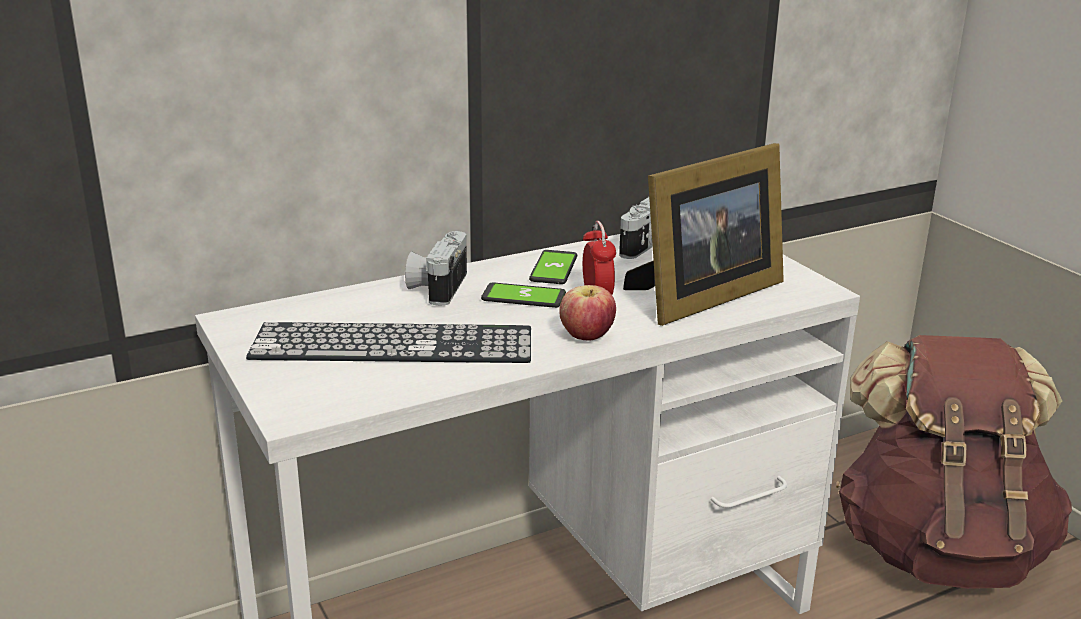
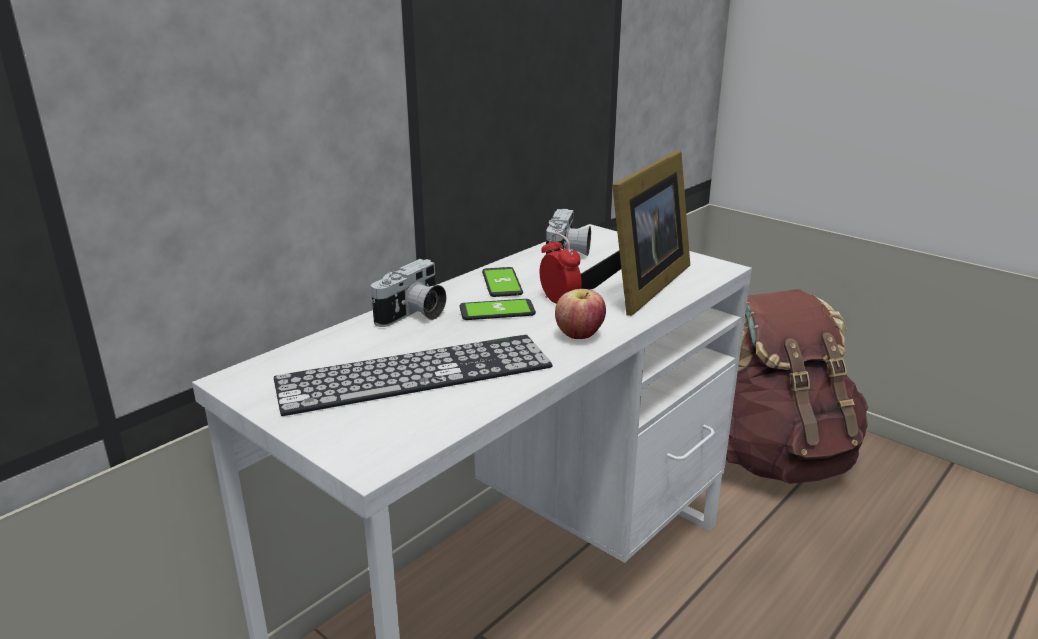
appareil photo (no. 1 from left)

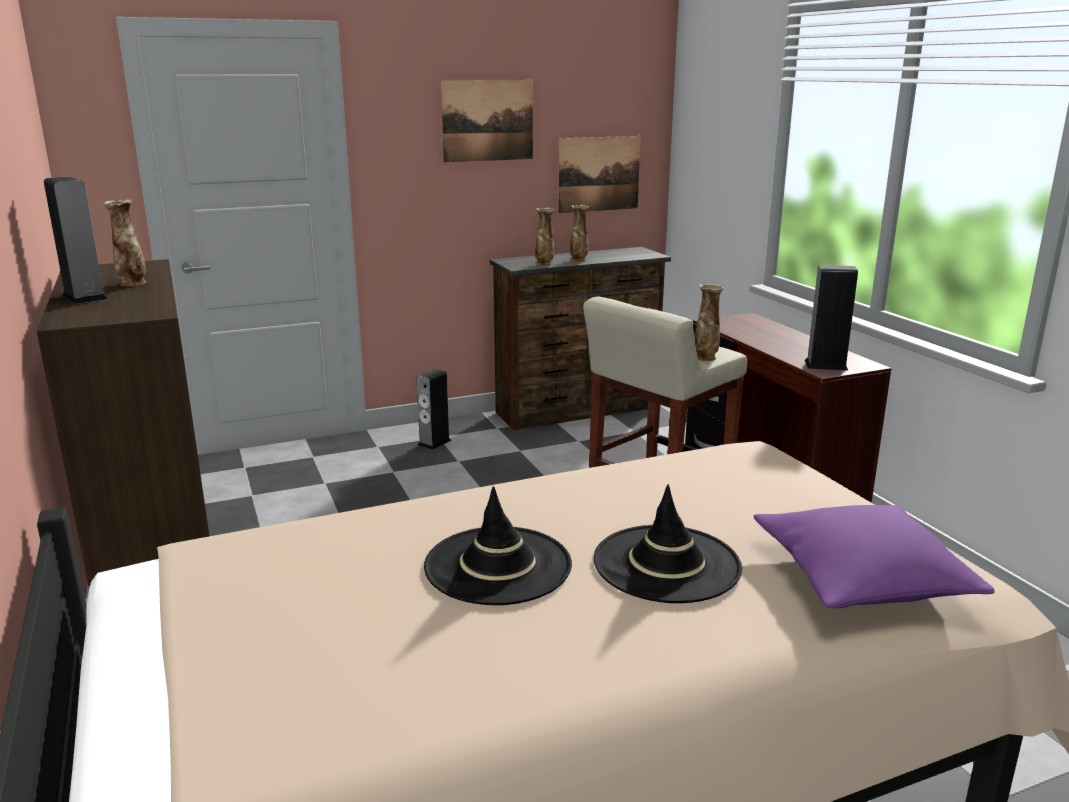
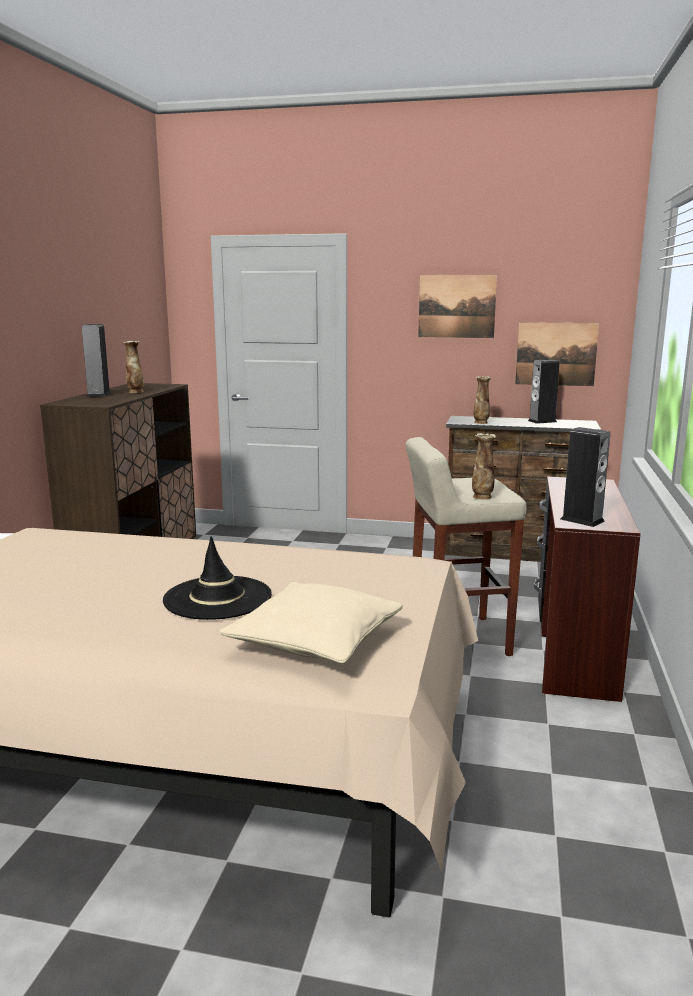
coussin (beige)
enceinte (no. 2 from left)
chapeau (noir) (no. 1 from left in the first image)
vase (no. 3 from left in the first image)

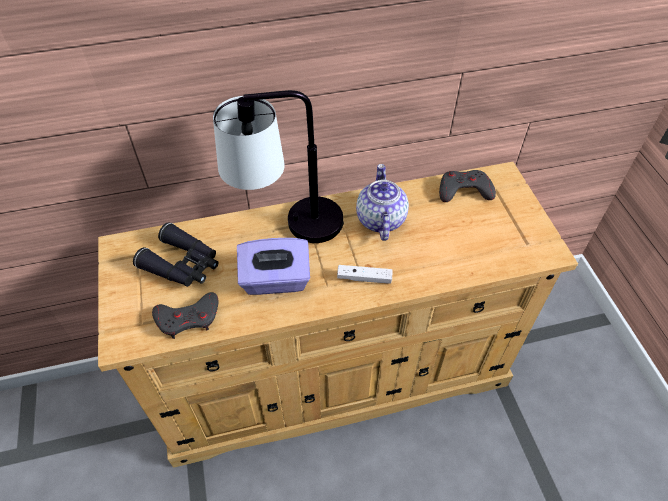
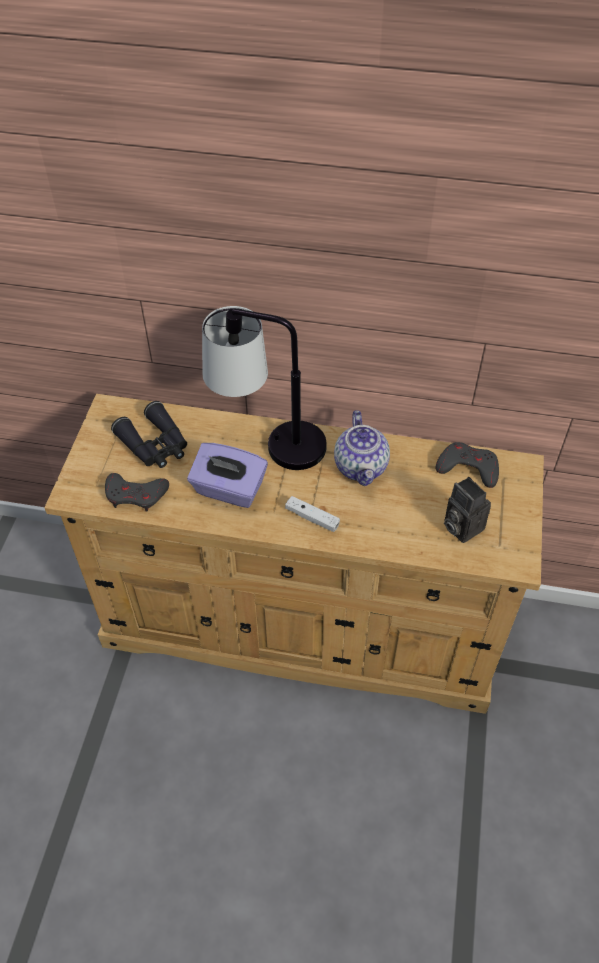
théière
appareil photo

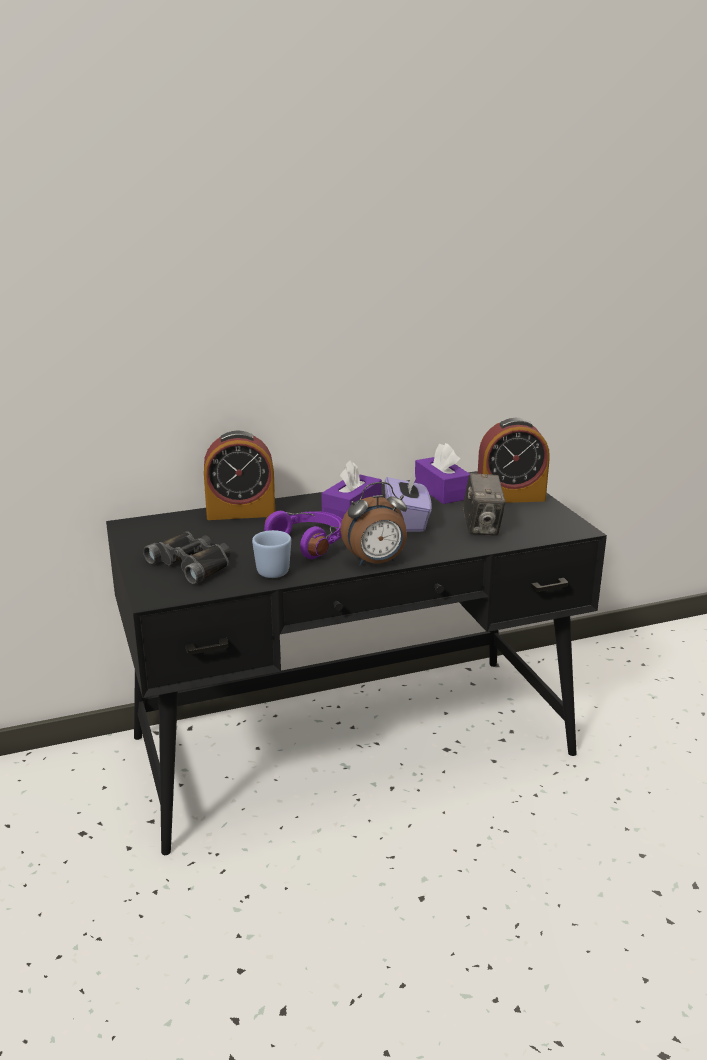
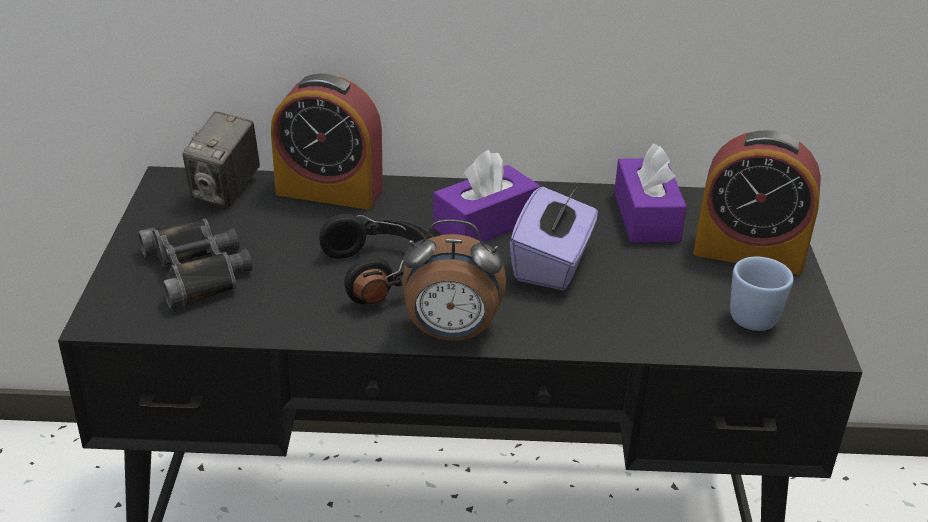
appareil photo
casque audio (noir)
mug (bleu)

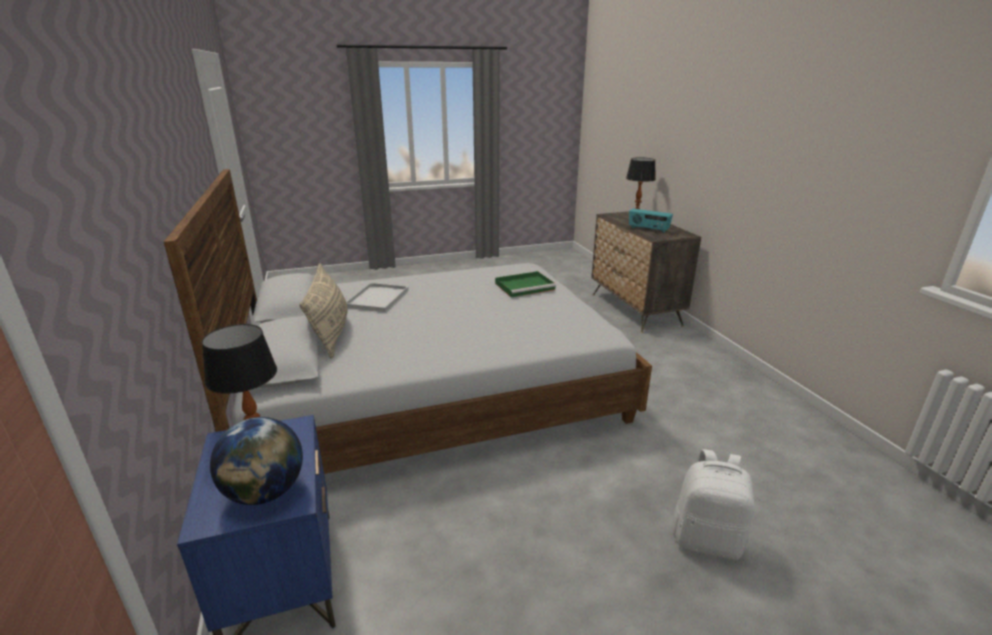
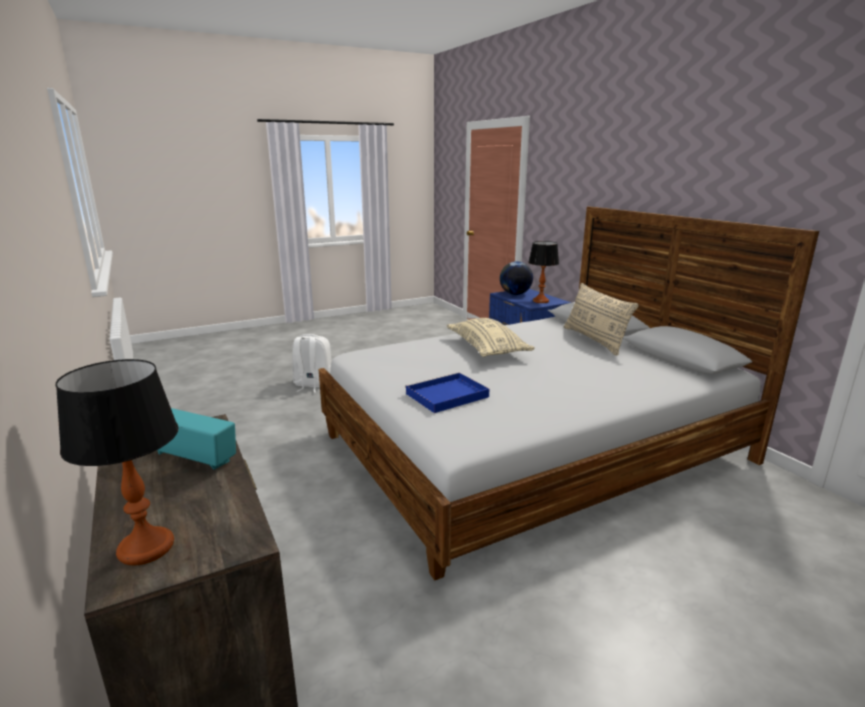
plateau (bleu)
coussin (beige) (no. 1 from left)
plateau (blanc)

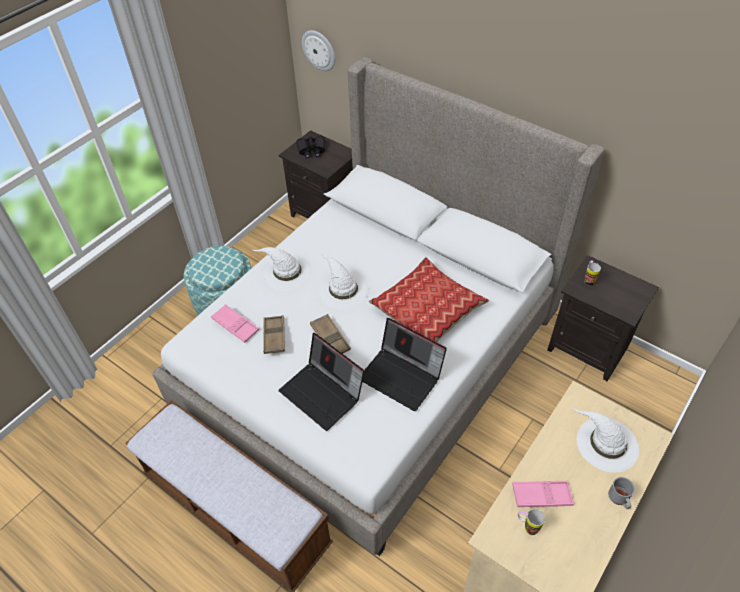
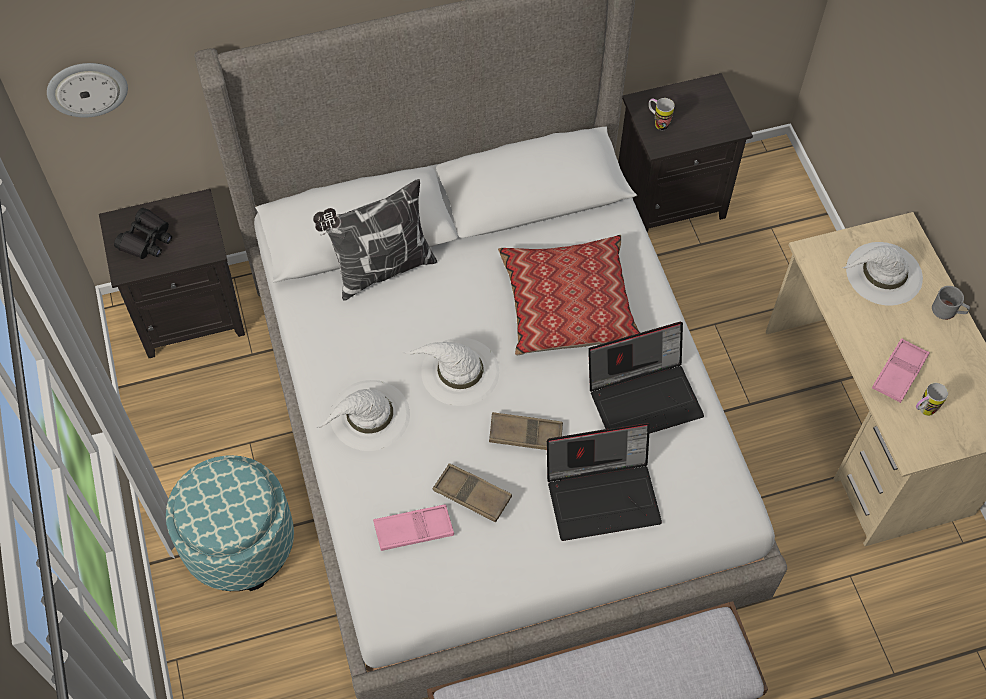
coussin (no. 1 from left)

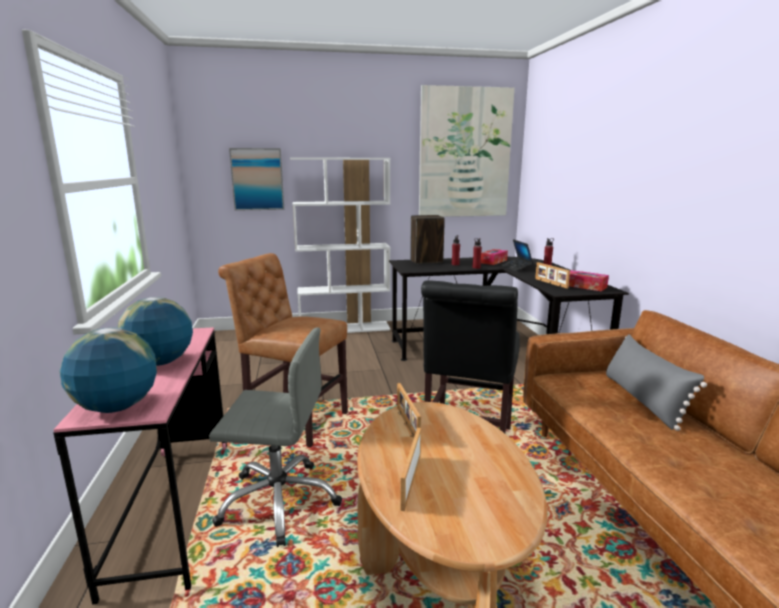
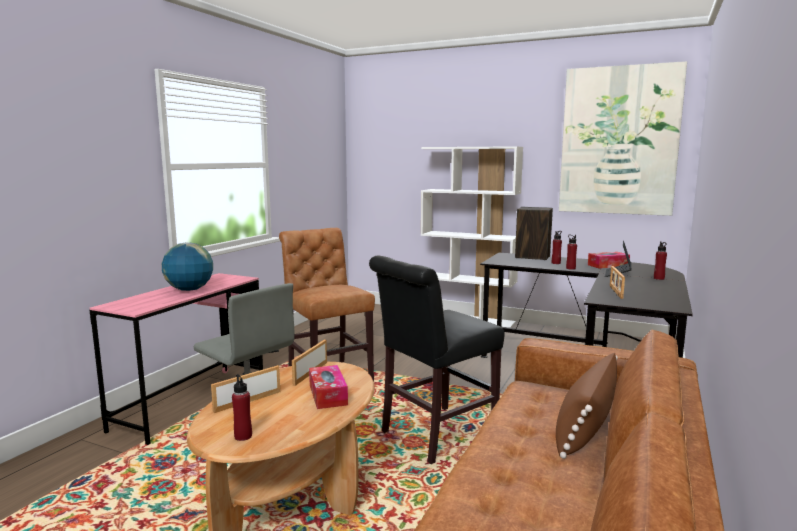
bouteille (rouge) (no. 1 from left)
boîte à mouchoirs (no. 1 from left)
coussin (marron)
globe (no. 1 from left in the first image)
tableau (no. 1 from left in the first image)

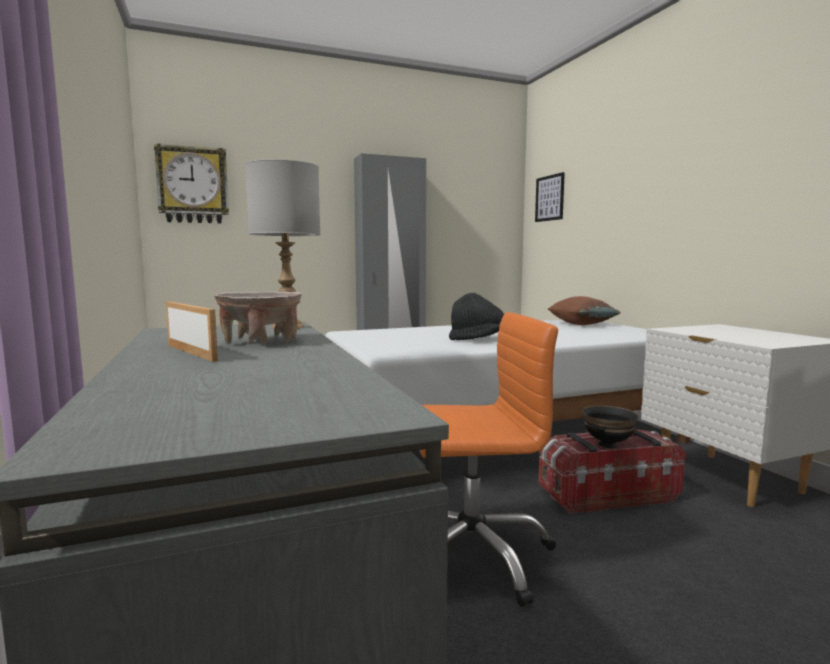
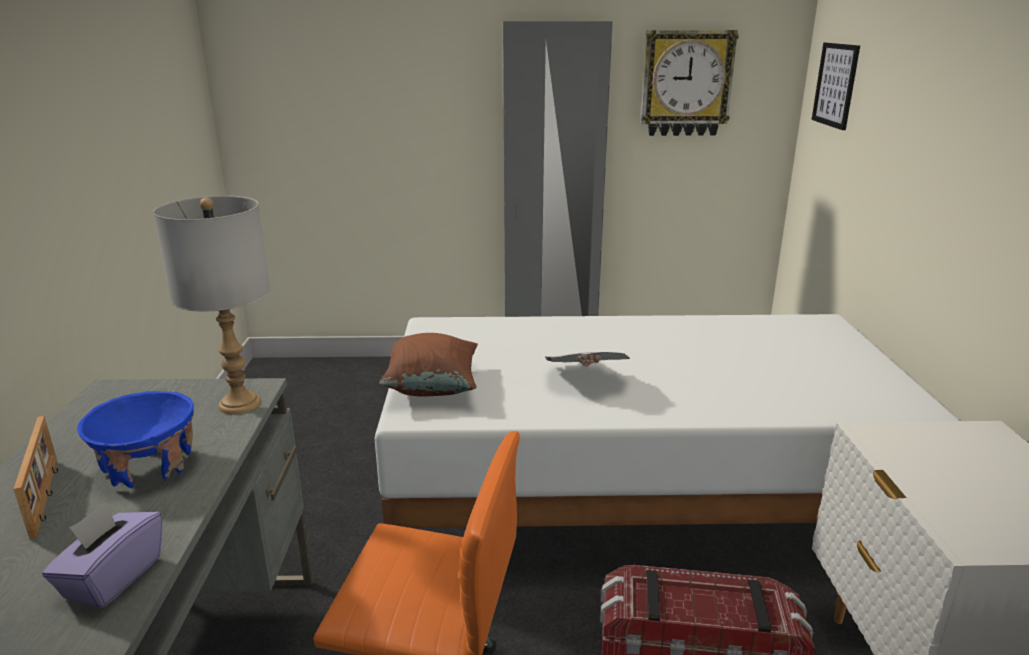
boîte à mouchoirs (violet)
bol (bleu)
coussin (marron)
journal
horloge murale
bol (noir)

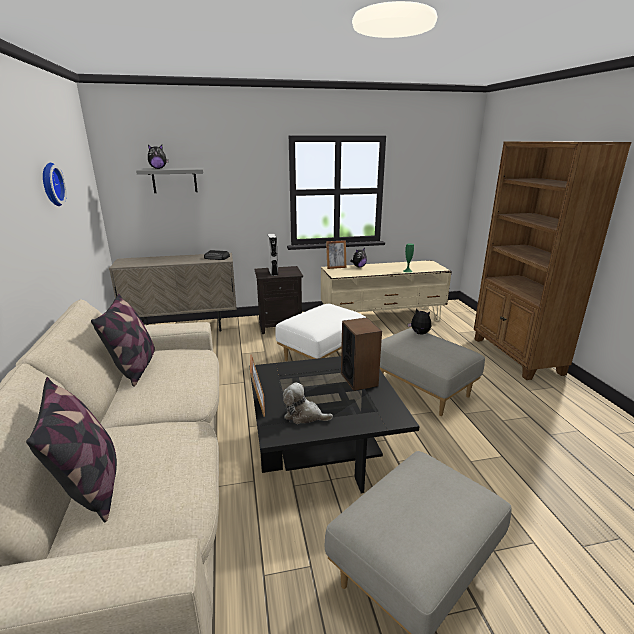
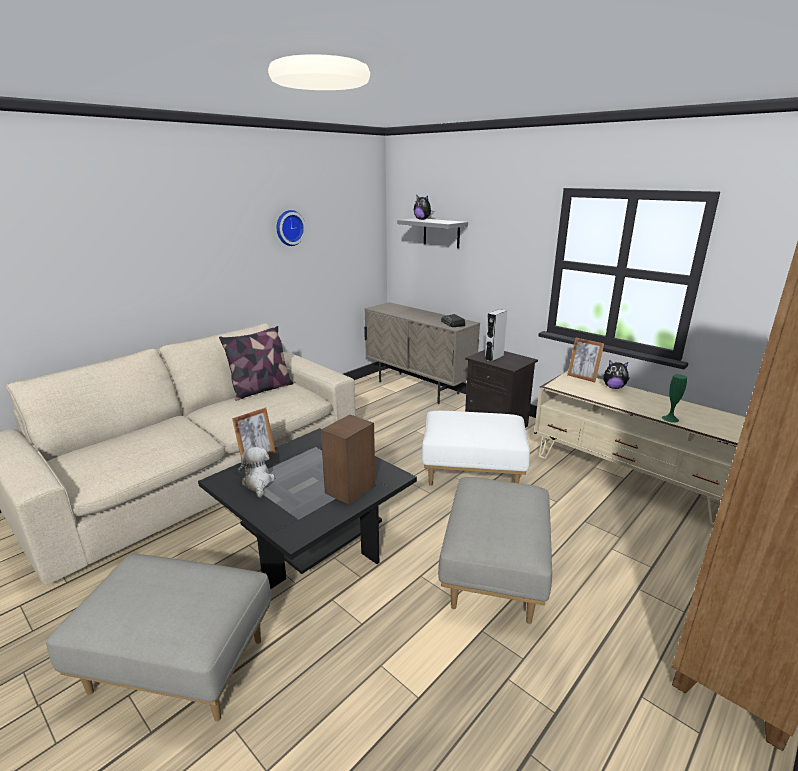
coussin (no. 1 from left in the first image)
peluche (no. 4 from left in the first image)

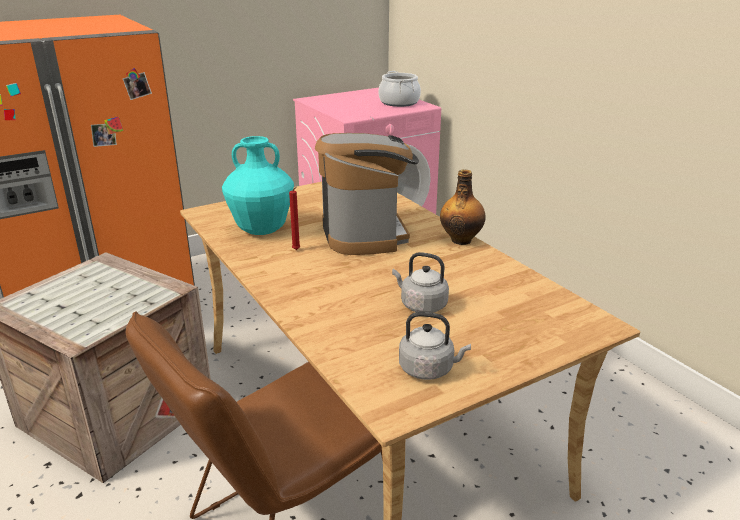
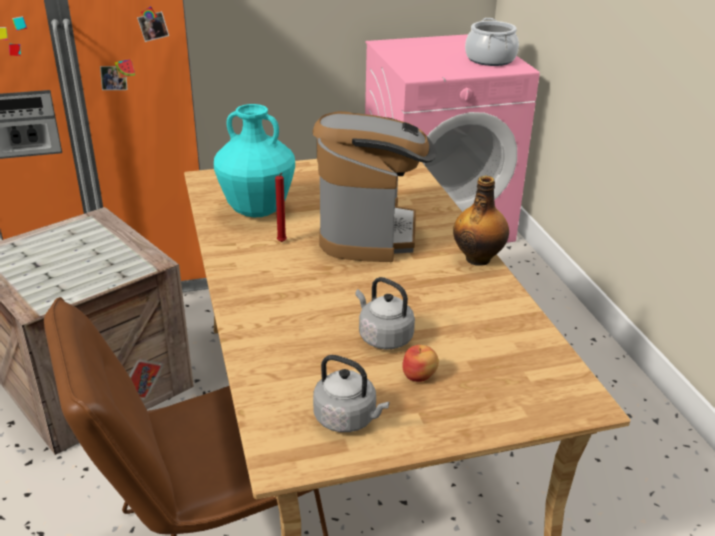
pomme

